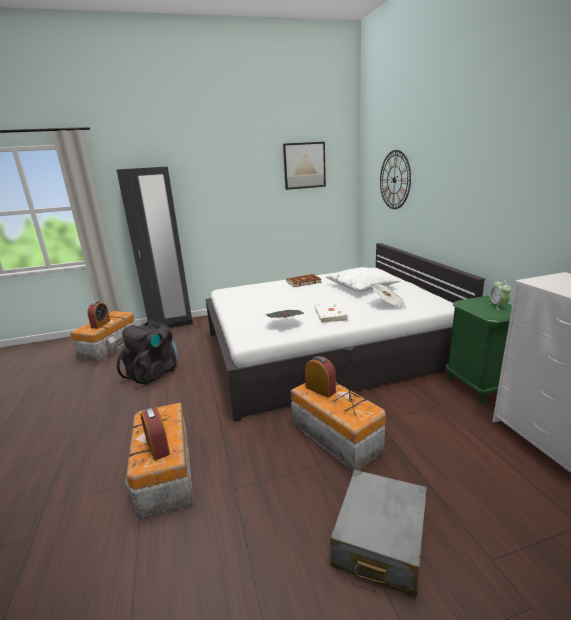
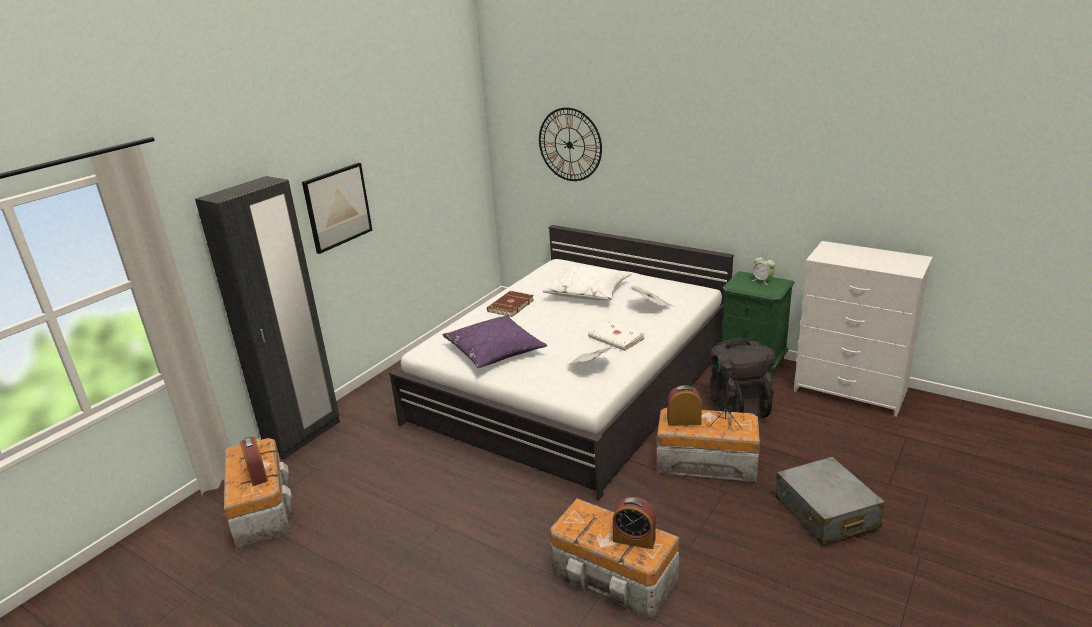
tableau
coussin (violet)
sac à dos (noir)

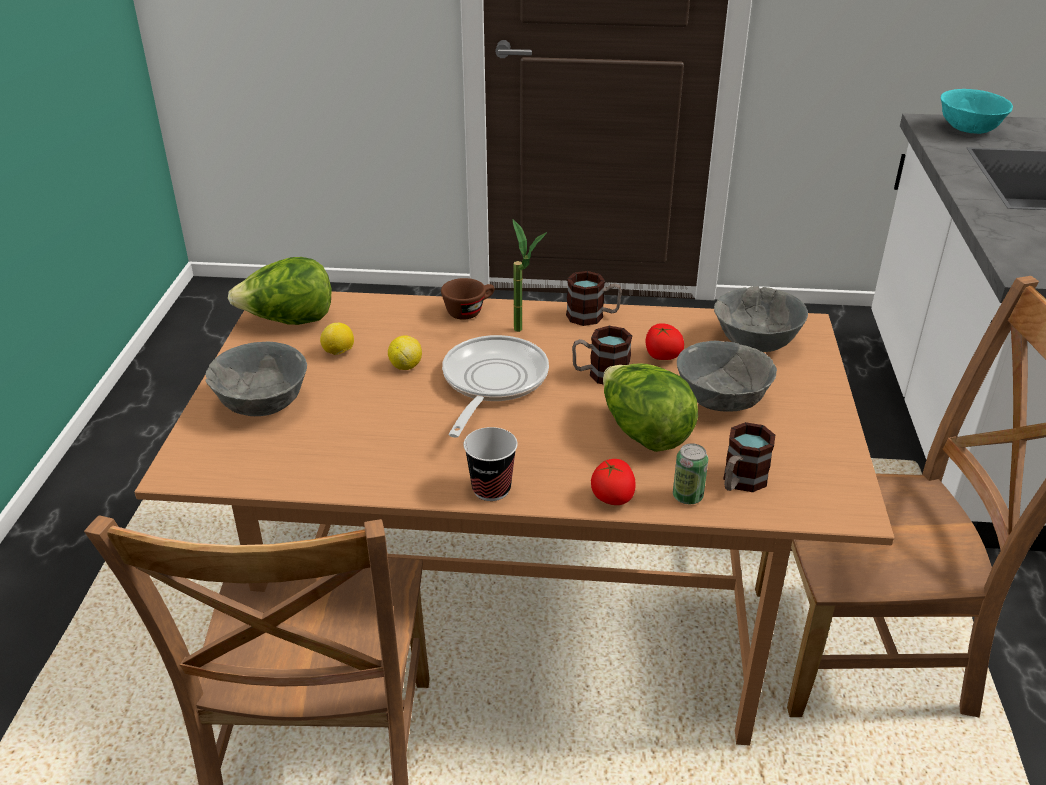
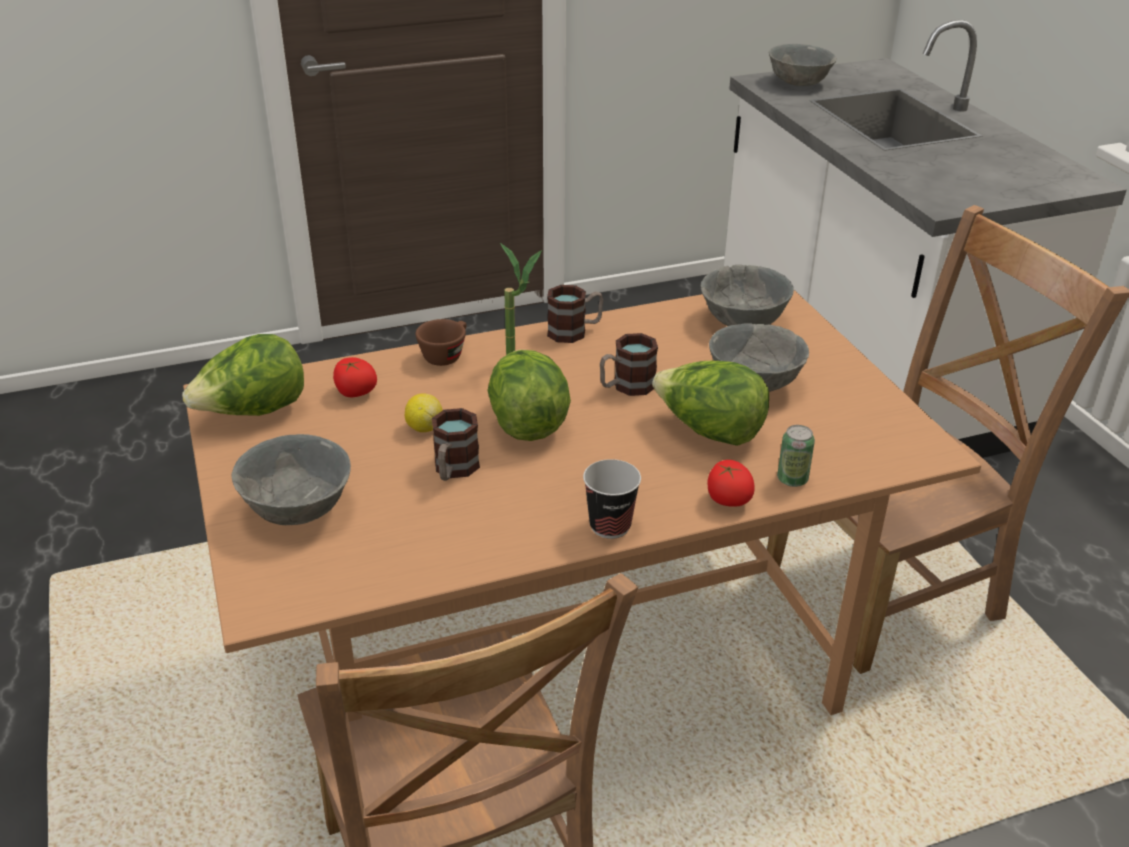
tomate (no. 1 from left)
mug (no. 1 from left)
laitue (no. 2 from left)
bol (gris) (no. 4 from left)
citron (no. 1 from left in the first image)

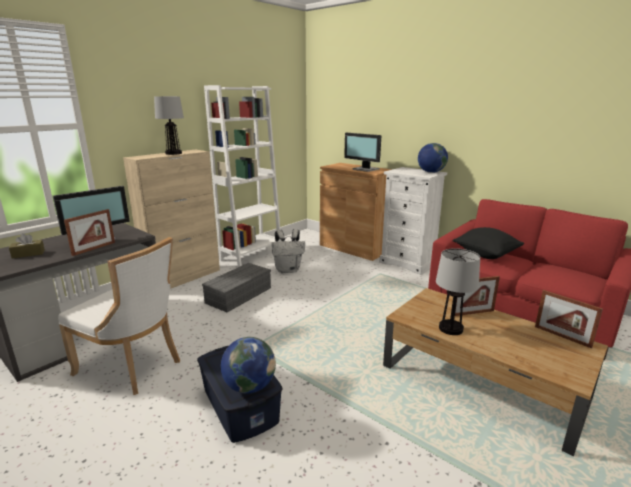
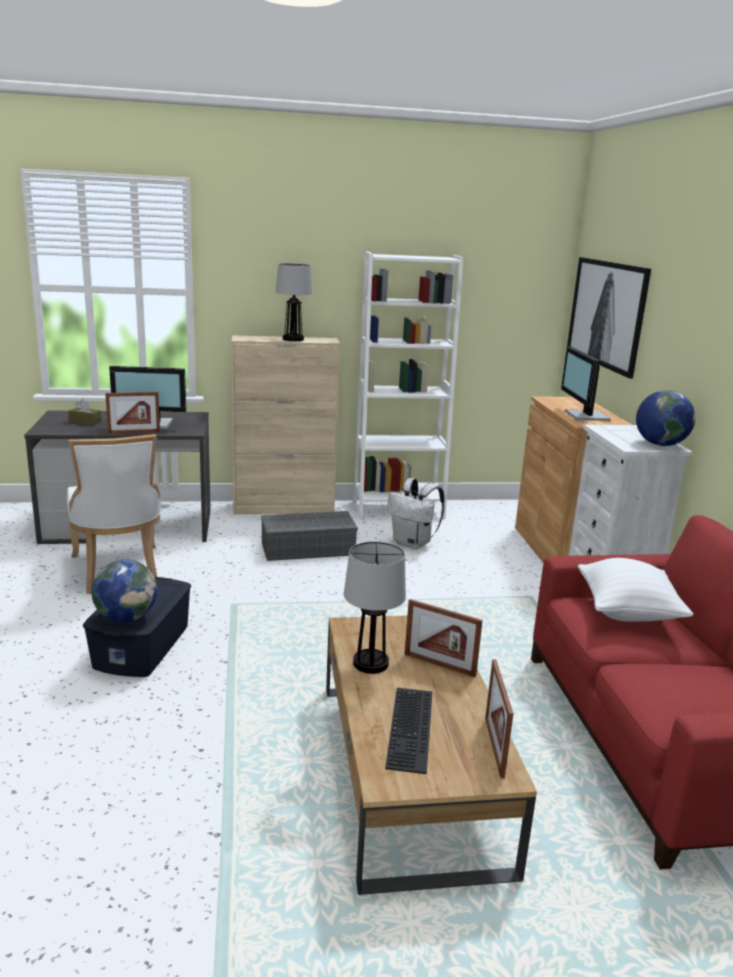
clavier
tableau
coussin (blanc)

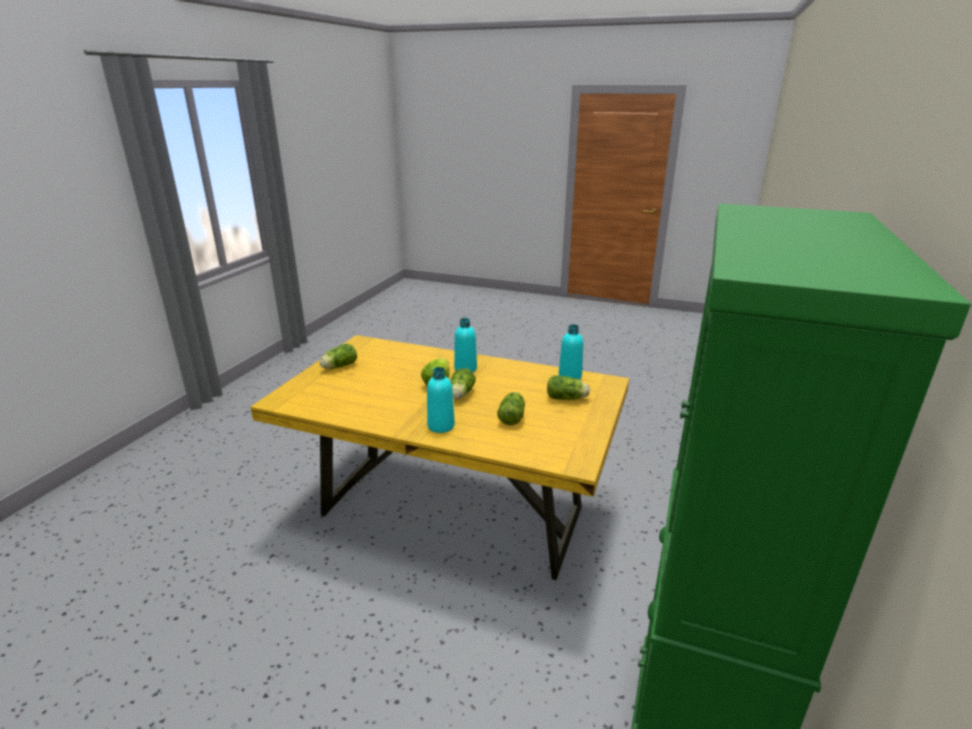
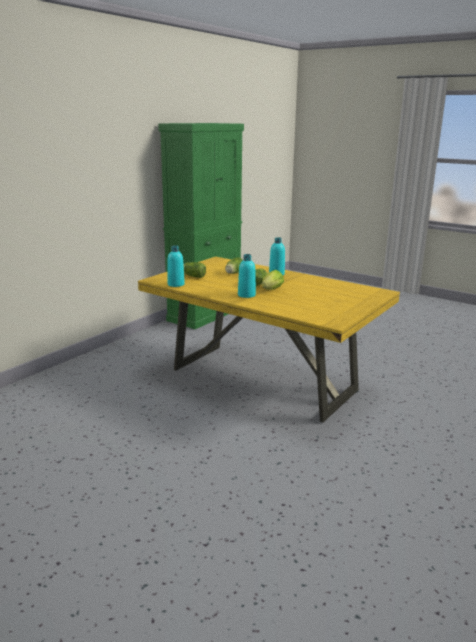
laitue (no. 1 from left in the first image)

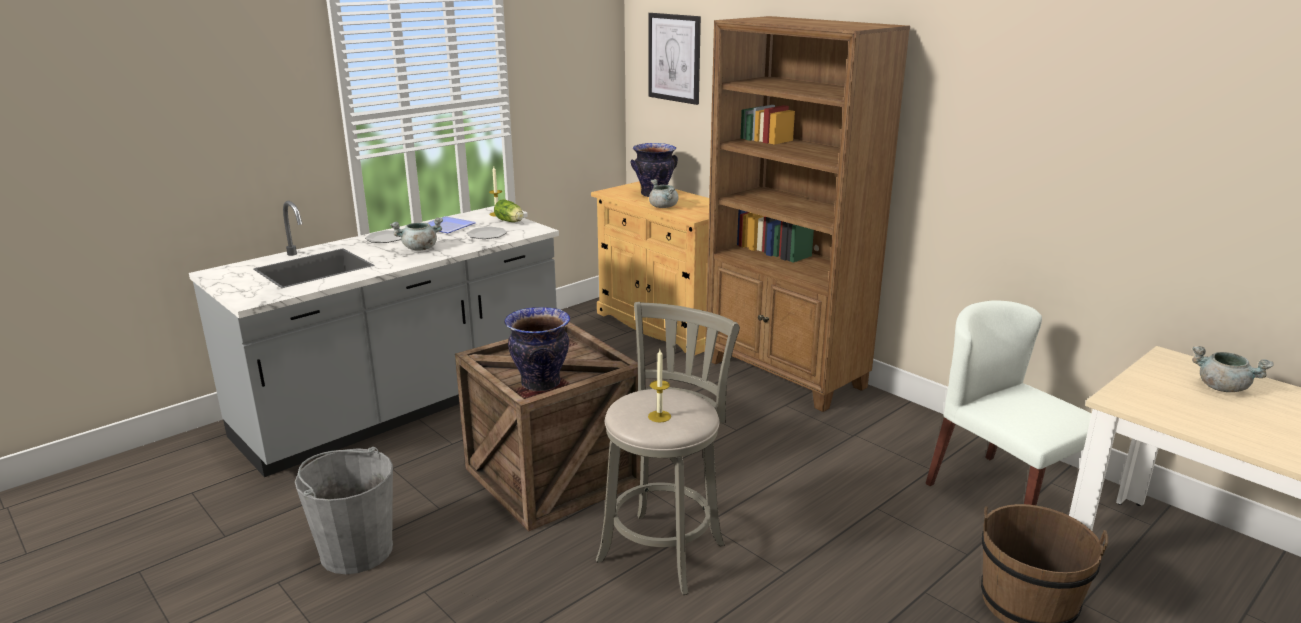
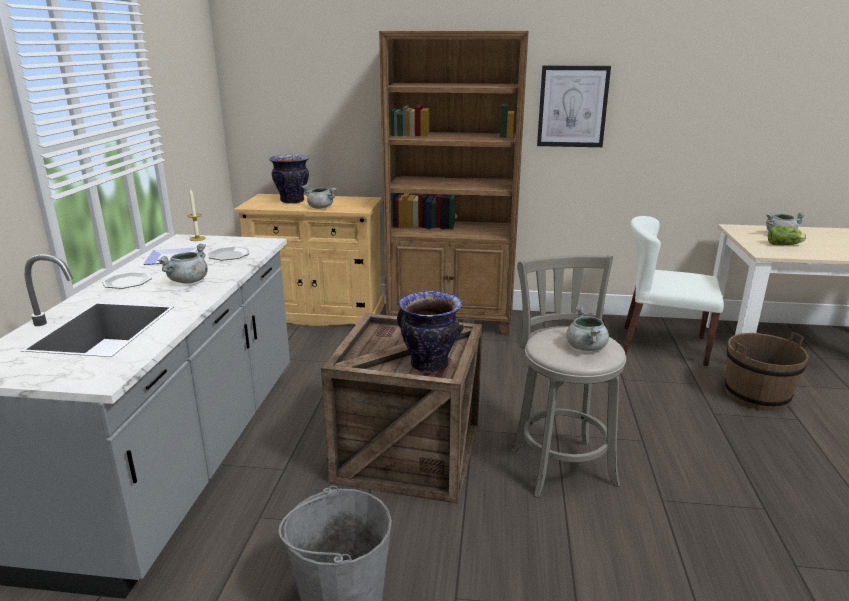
tableau
marmite (gris) (no. 3 from left)
laitue

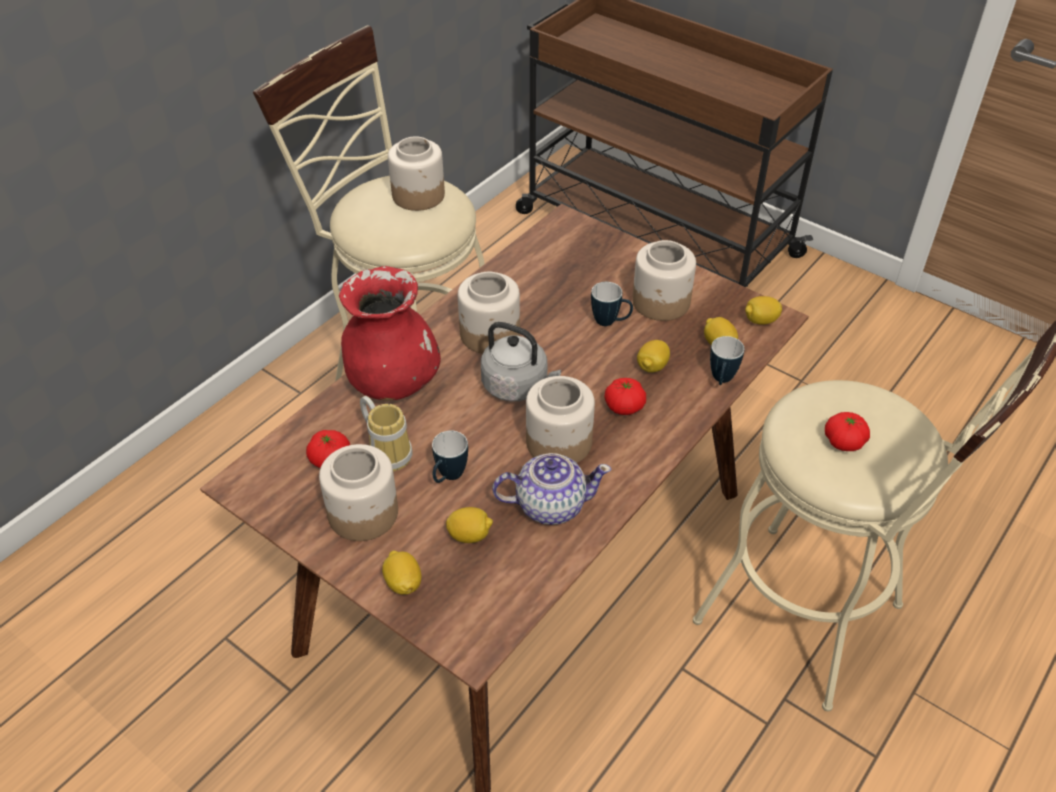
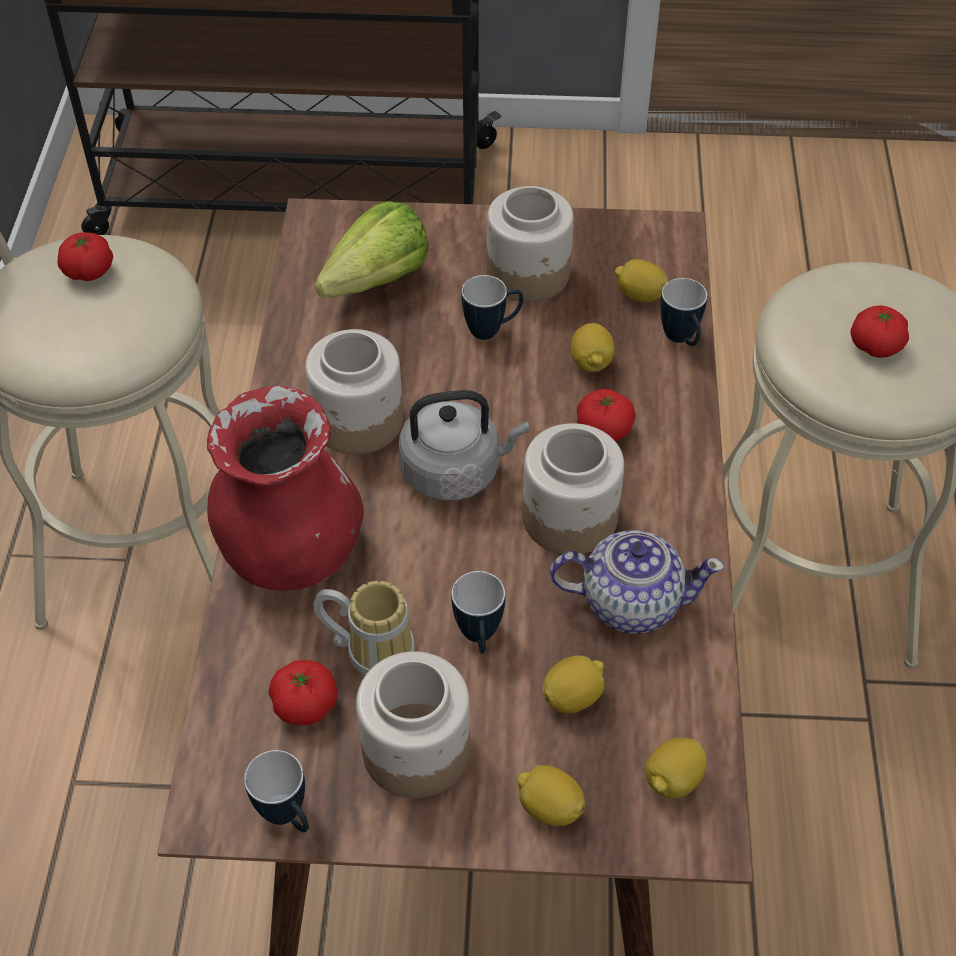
tomate (no. 1 from left)
mug (no. 1 from left)
laitue
théière
citron (no. 5 from left)

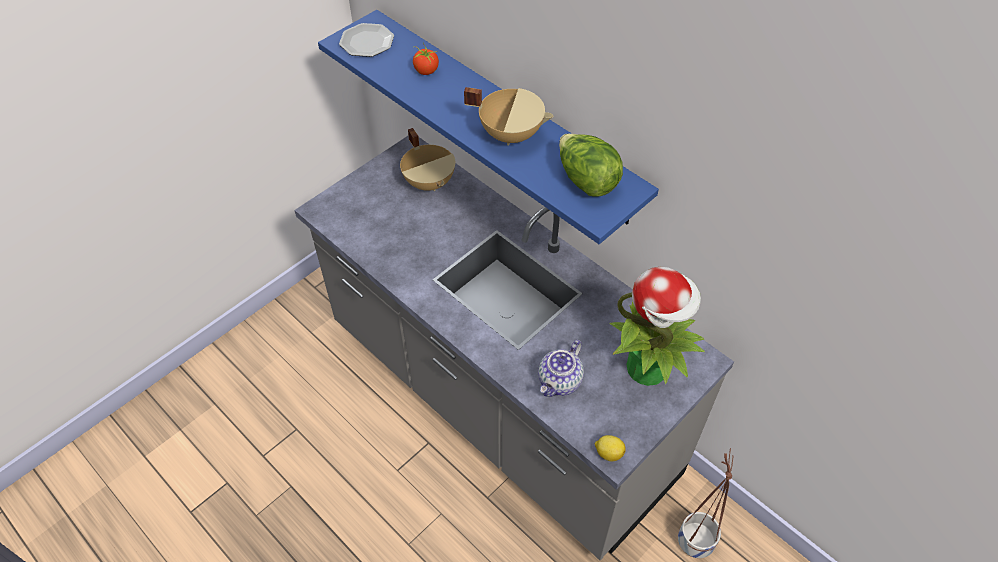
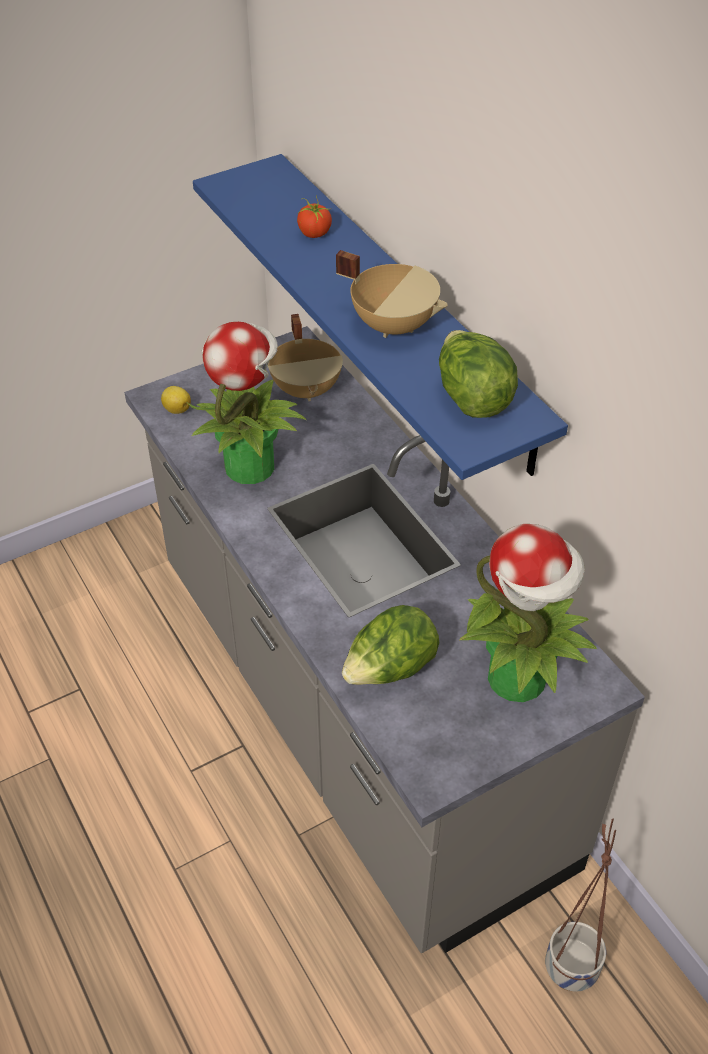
citron
plante en pot (no. 1 from left)
laitue (no. 1 from left)
assiette

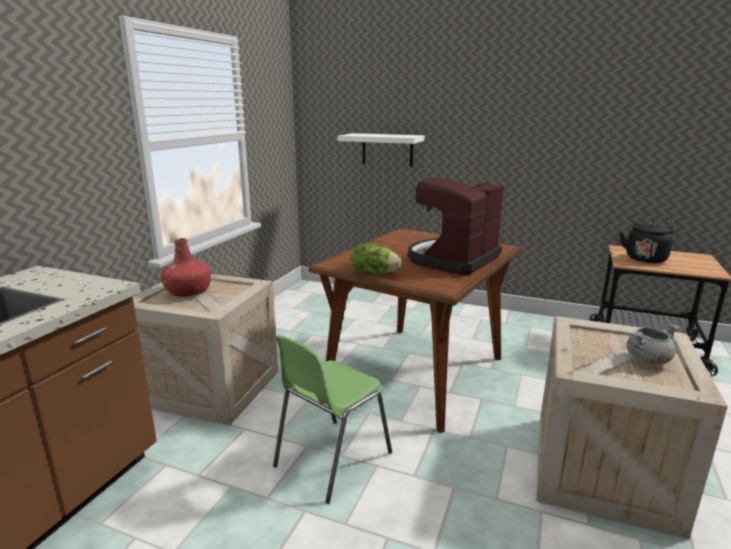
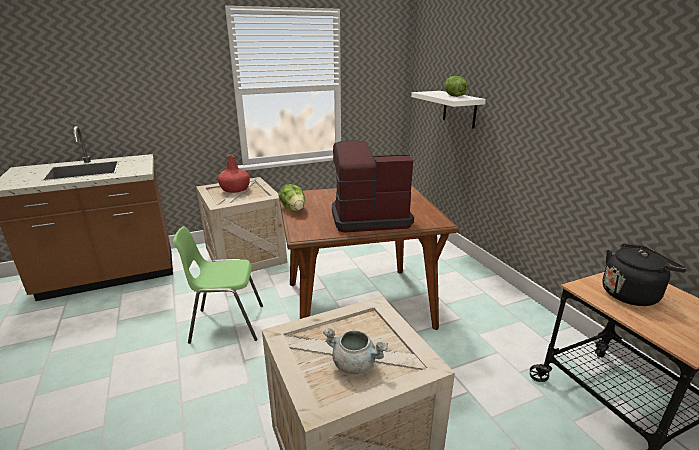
laitue (no. 2 from left)

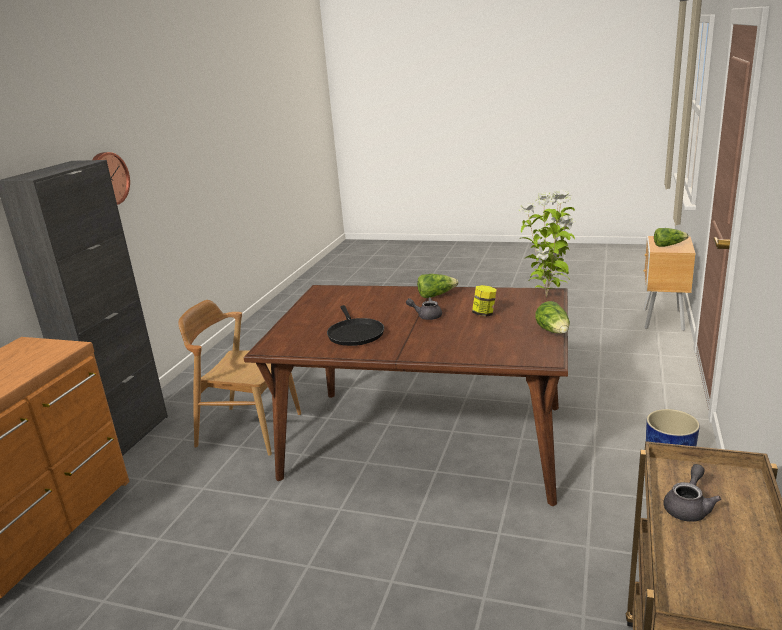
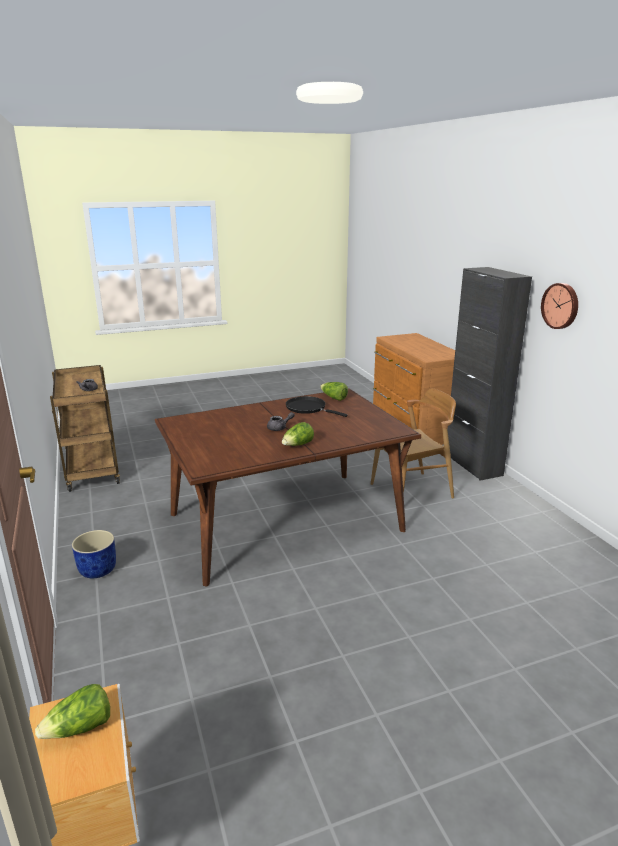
laitue (no. 3 from left)
bocal
plante en pot

